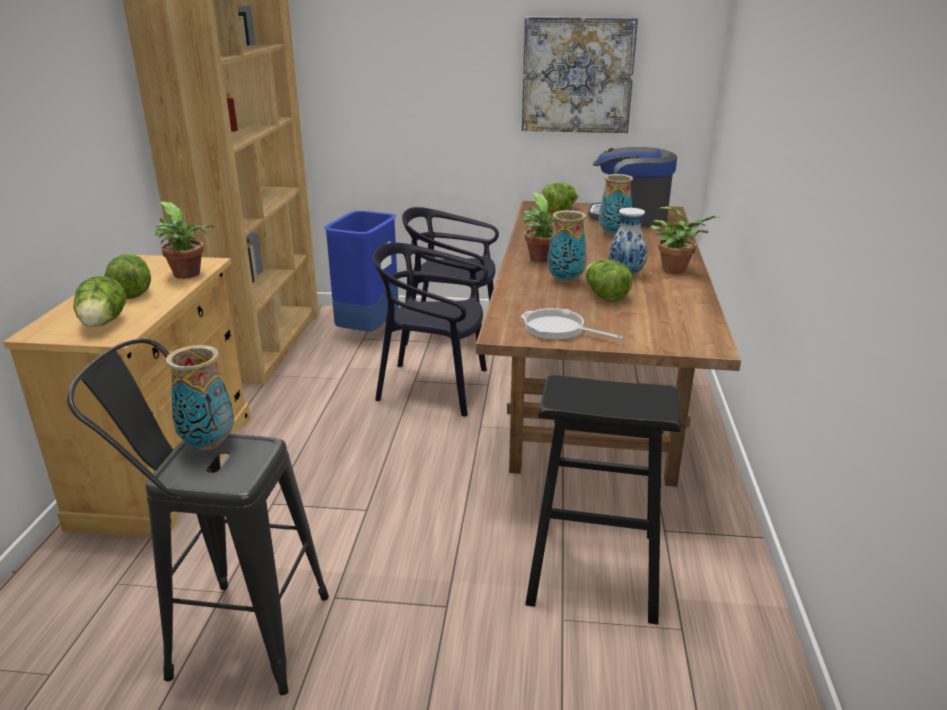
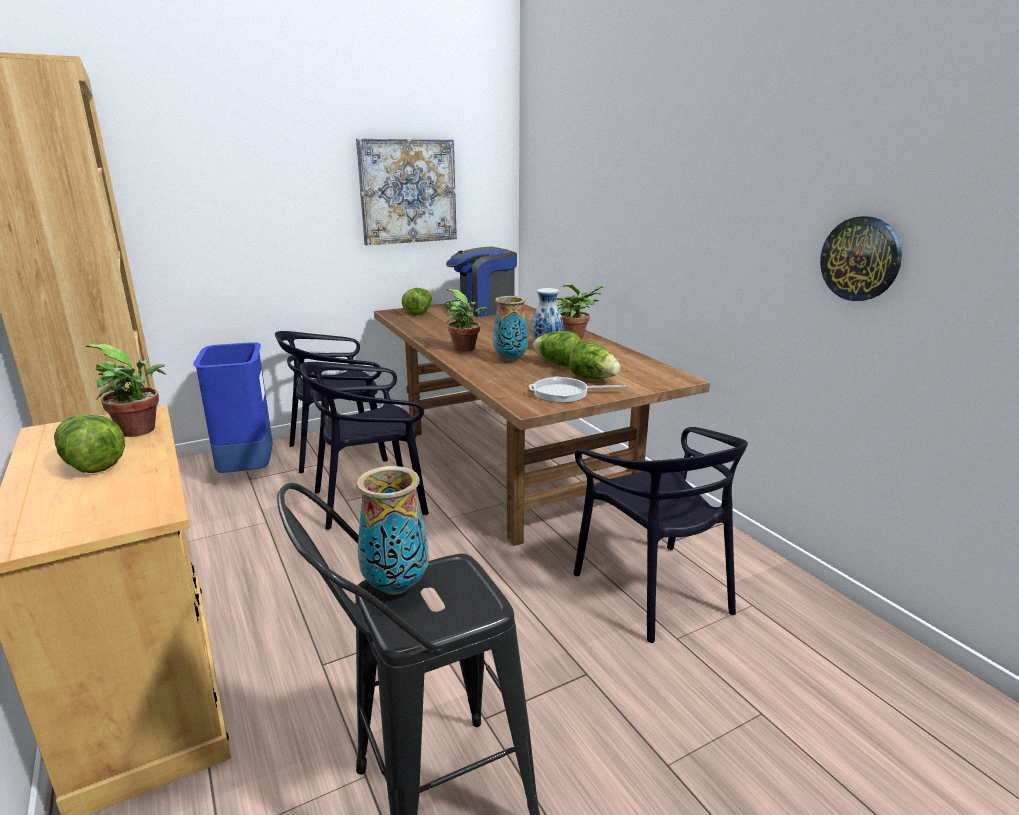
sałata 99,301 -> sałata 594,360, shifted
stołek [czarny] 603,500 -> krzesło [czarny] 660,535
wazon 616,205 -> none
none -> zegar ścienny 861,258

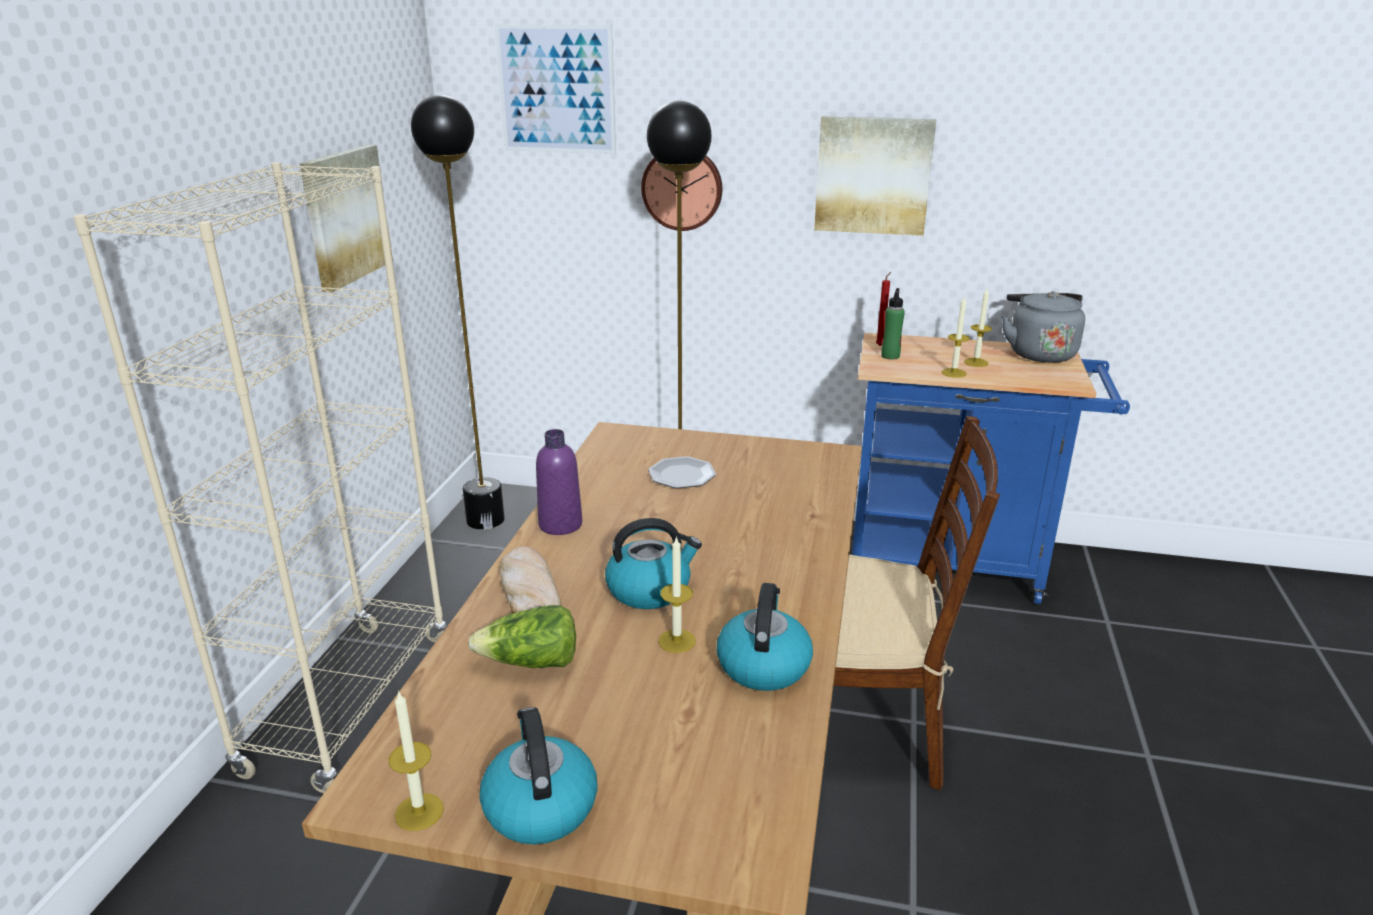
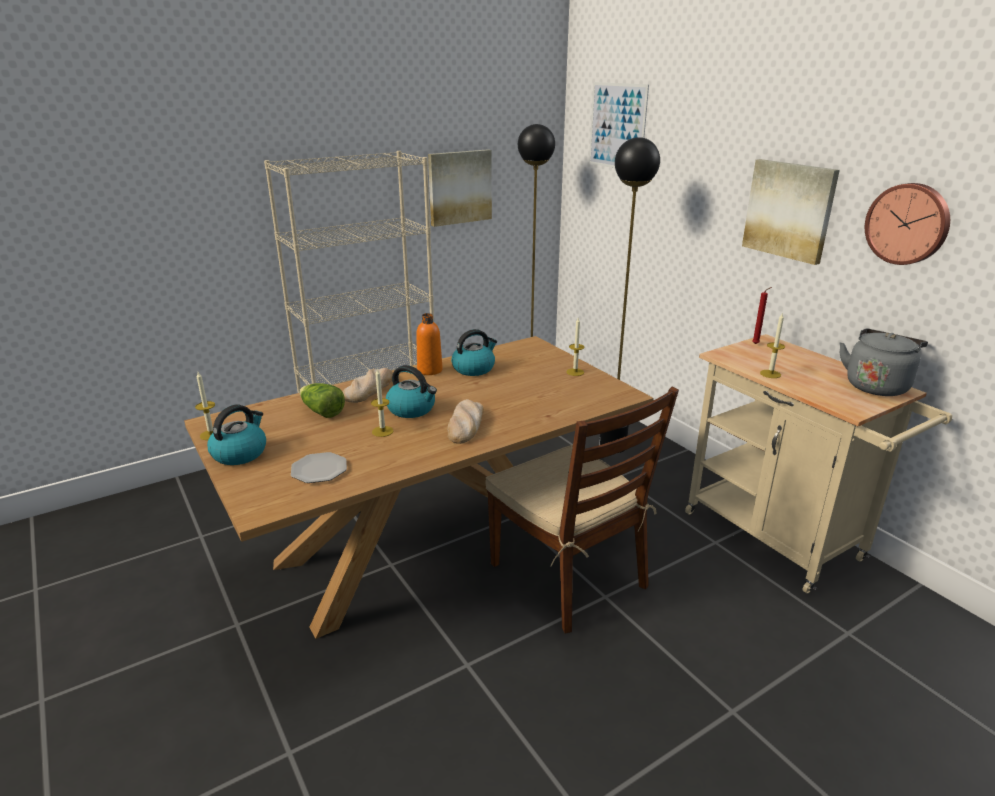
butelka [fioletowy] 559,482 -> butelka [pomarańczowy] 429,344
zegar ścienny 681,193 -> zegar ścienny 907,224, shifted
talerz 682,472 -> talerz 319,467, shifted
czajnik 765,637 -> czajnik 474,352, shifted
wózek [niebieski] 991,468 -> wózek [beżowy] 818,464
butelka [zielony] 893,324 -> none
świeca 978,328 -> świeca 575,347, shifted
none -> chleb 465,421

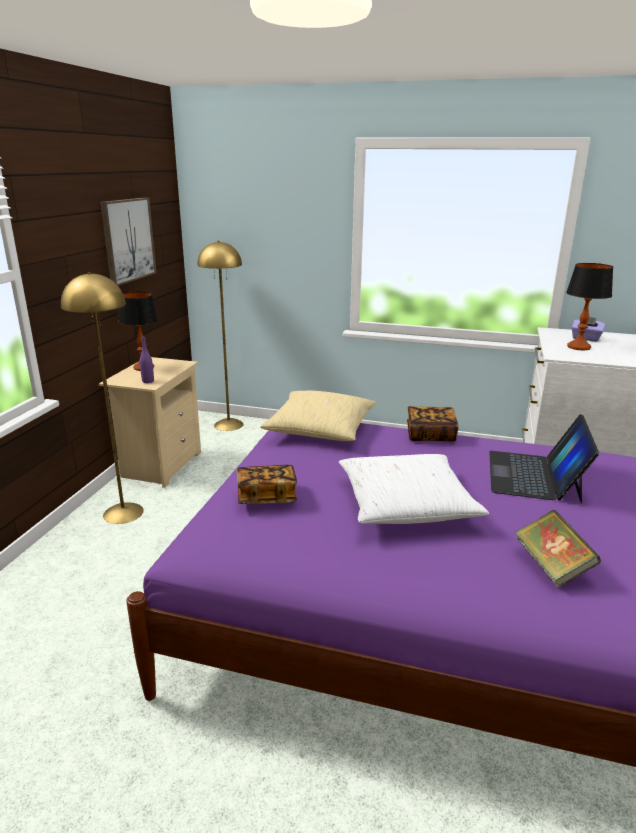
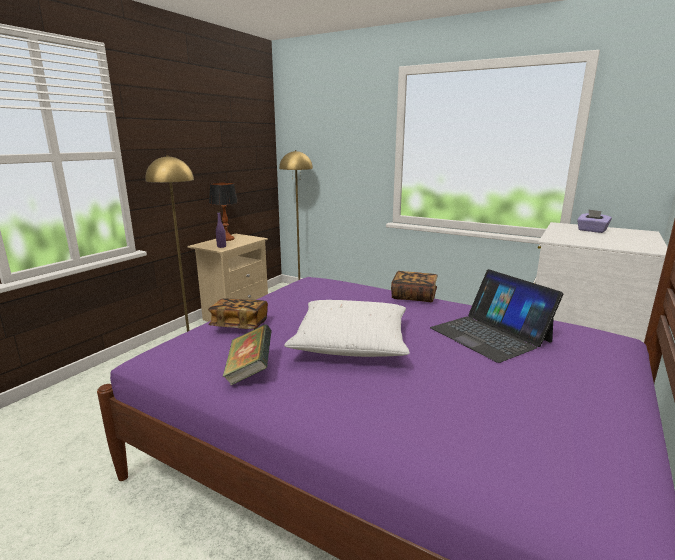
obraz 128,241 -> none
poduszka [beżowy] 318,416 -> none
laptop 544,458 -> laptop 496,316, 60 degrees counterclockwise
książka 558,549 -> książka 247,355, shifted
lampa stołowa 589,306 -> none

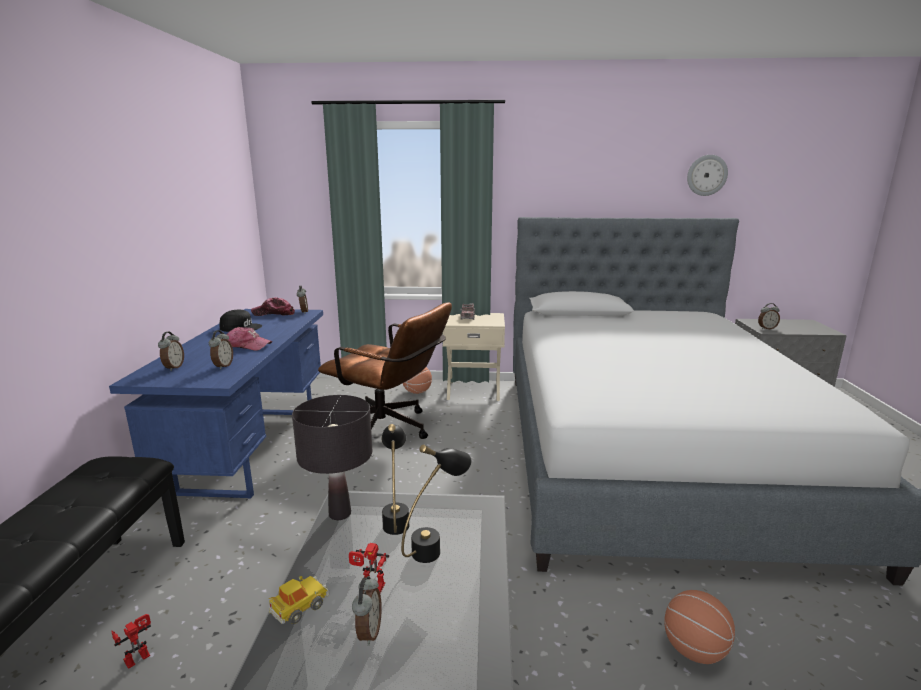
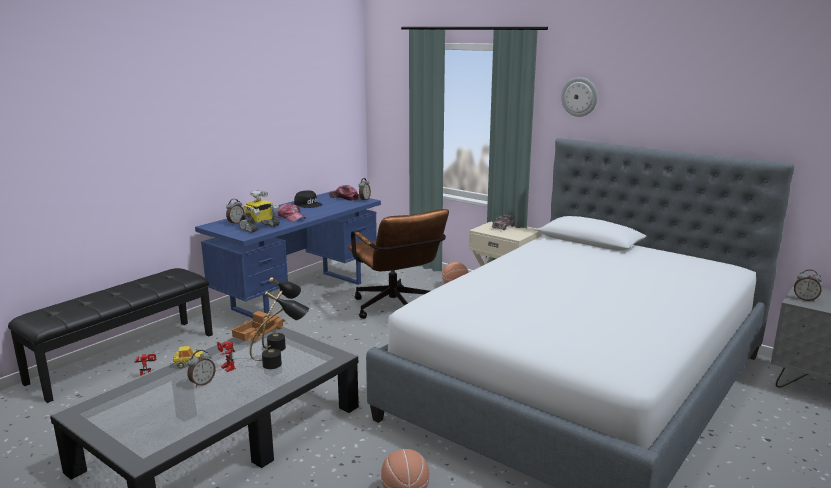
budzik 221,350 -> robot zabawkowy 259,211
lampa stołowa [czarny] 332,457 -> ciężarówka zabawkowa 258,326
zegar ścienny 707,175 -> zegar ścienny 579,97, shifted

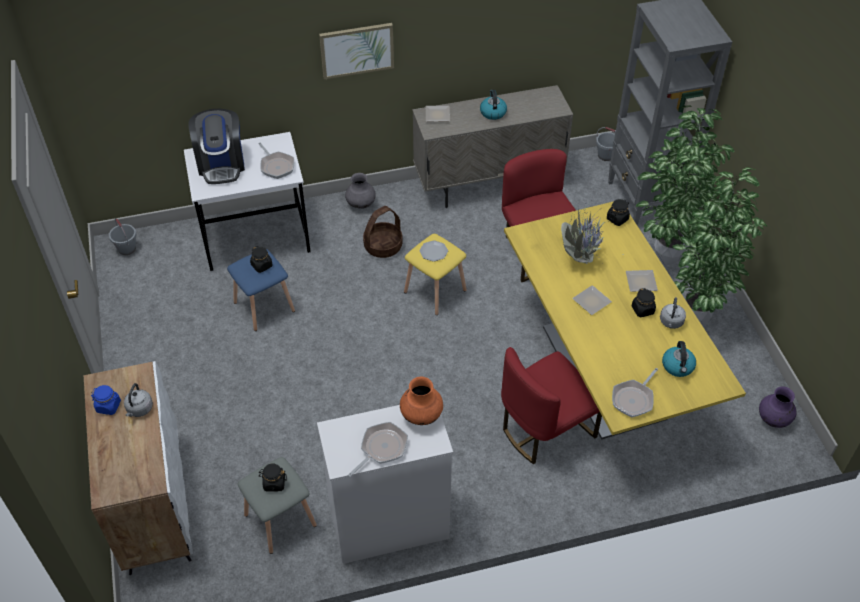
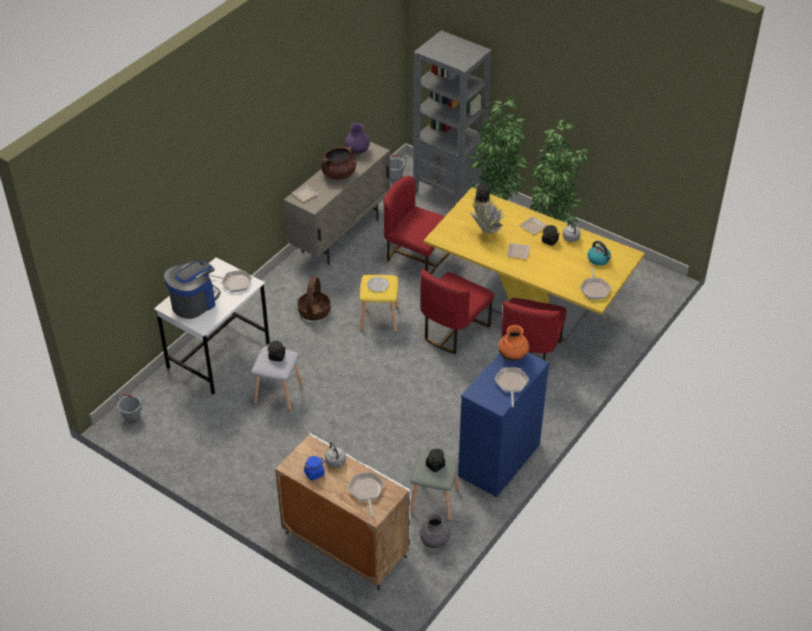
ekspres do kawy 216,146 -> ekspres do kawy 192,289, 90 degrees counterclockwise
stołek [niebieski] 261,290 -> stołek [szary] 277,378
komoda [biały] 385,484 -> komoda [niebieski] 503,425
obraz 356,51 -> none
wazon [szary] 360,191 -> wazon [szary] 434,530, shifted
czajnik 493,105 -> garnek [brązowy] 338,163
wazon [fioletowy] 777,407 -> wazon [fioletowy] 357,138, shifted
none -> patelnia 366,494
none -> krzesło [czerwony] 457,311

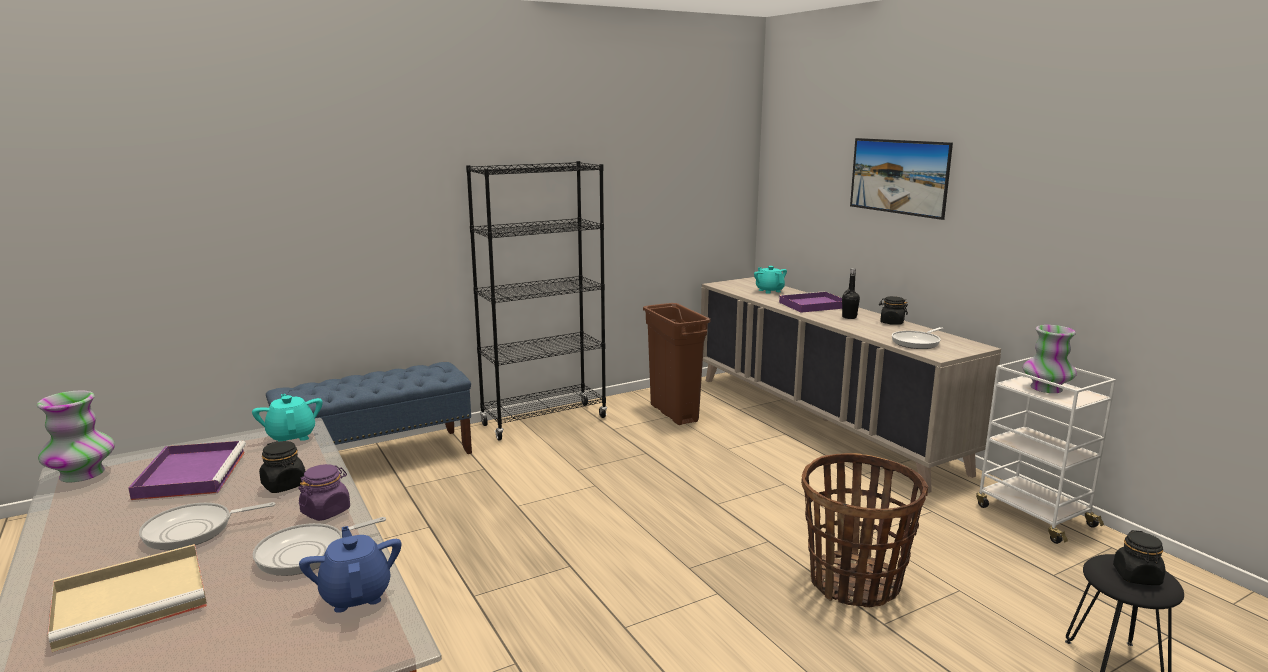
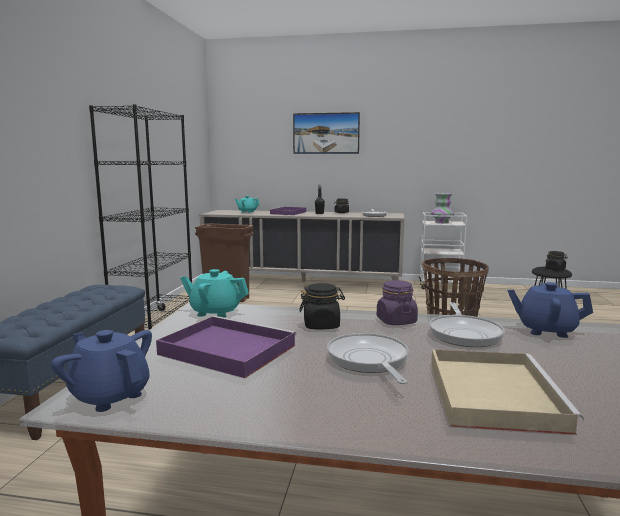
wazon 76,437 -> imbryk [niebieski] 101,371
patelnia 207,526 -> patelnia 368,358, 150 degrees clockwise

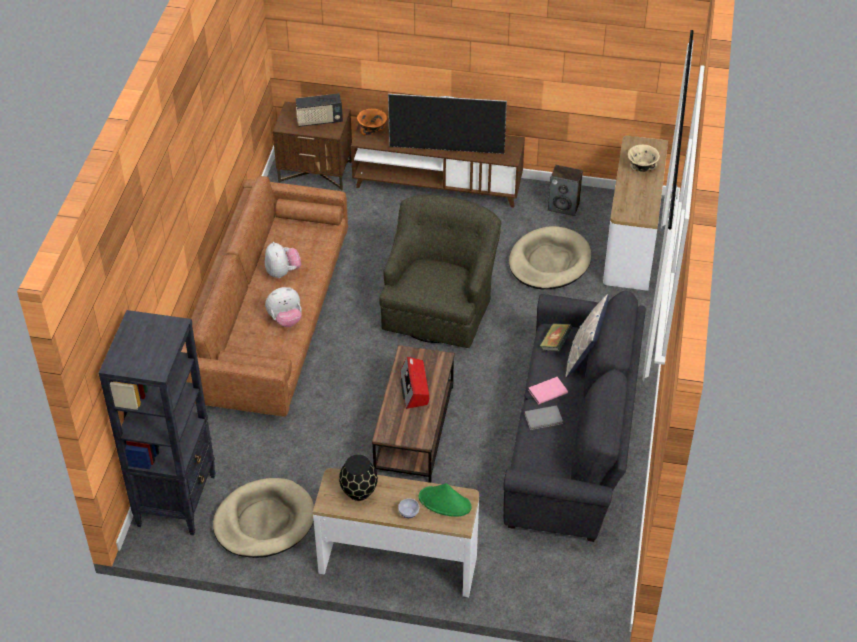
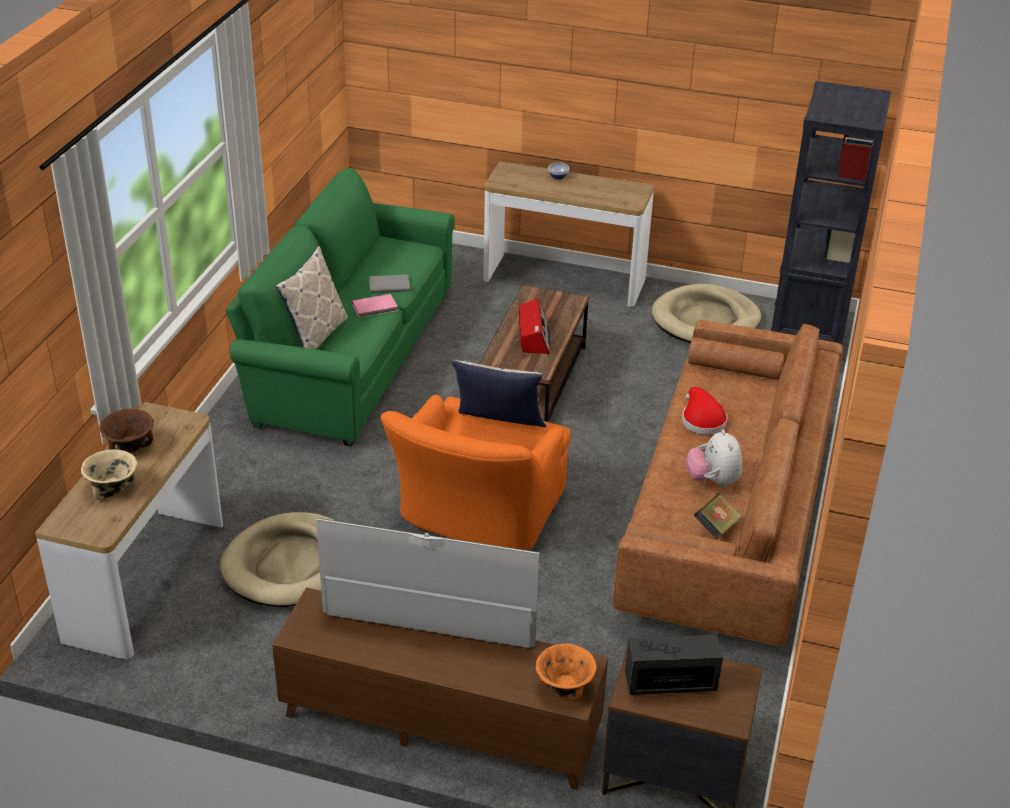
pluszak 283,307 -> kapelusz [czerwony] 704,411
wazon [czarny] 358,478 -> none
fotel [zielony] 440,271 -> fotel [pomarańczowy] 476,472
kapelusz [zielony] 445,499 -> none
kanapa [szary] 574,416 -> kanapa [zielony] 340,307
książka 556,337 -> książka 718,516, shifted
głośnik 565,190 -> none
none -> miska [brązowy] 126,431
none -> poduszka 499,393

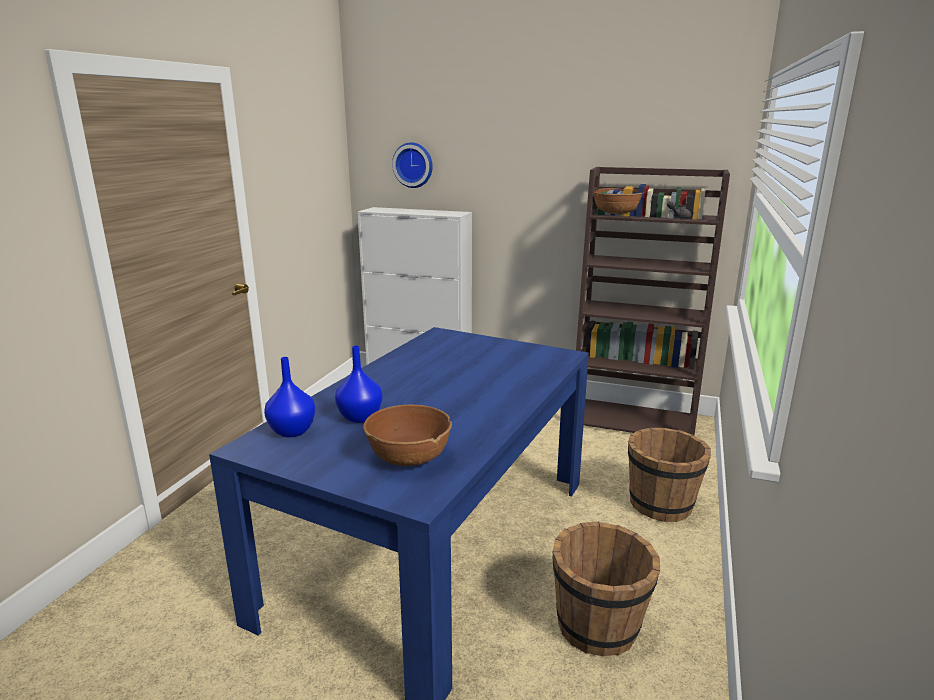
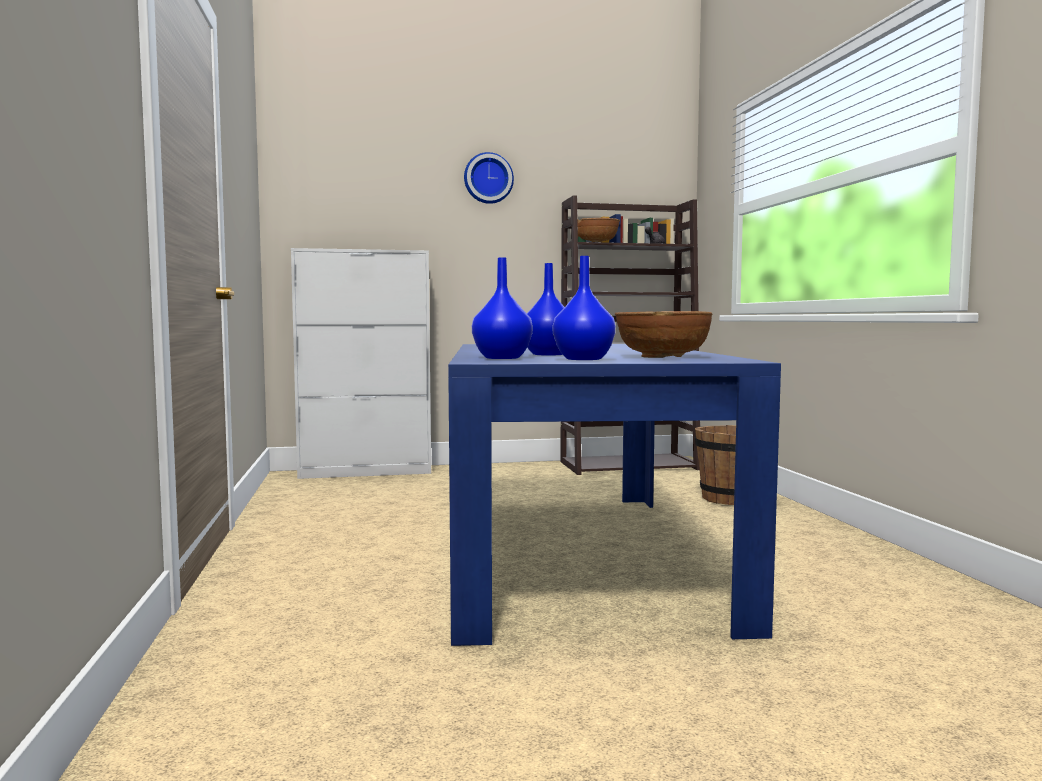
zegar ścienny 412,165 -> zegar ścienny 489,178, shifted
wiadro [brązowy] 606,589 -> none
none -> wazon [niebieski] 584,308

